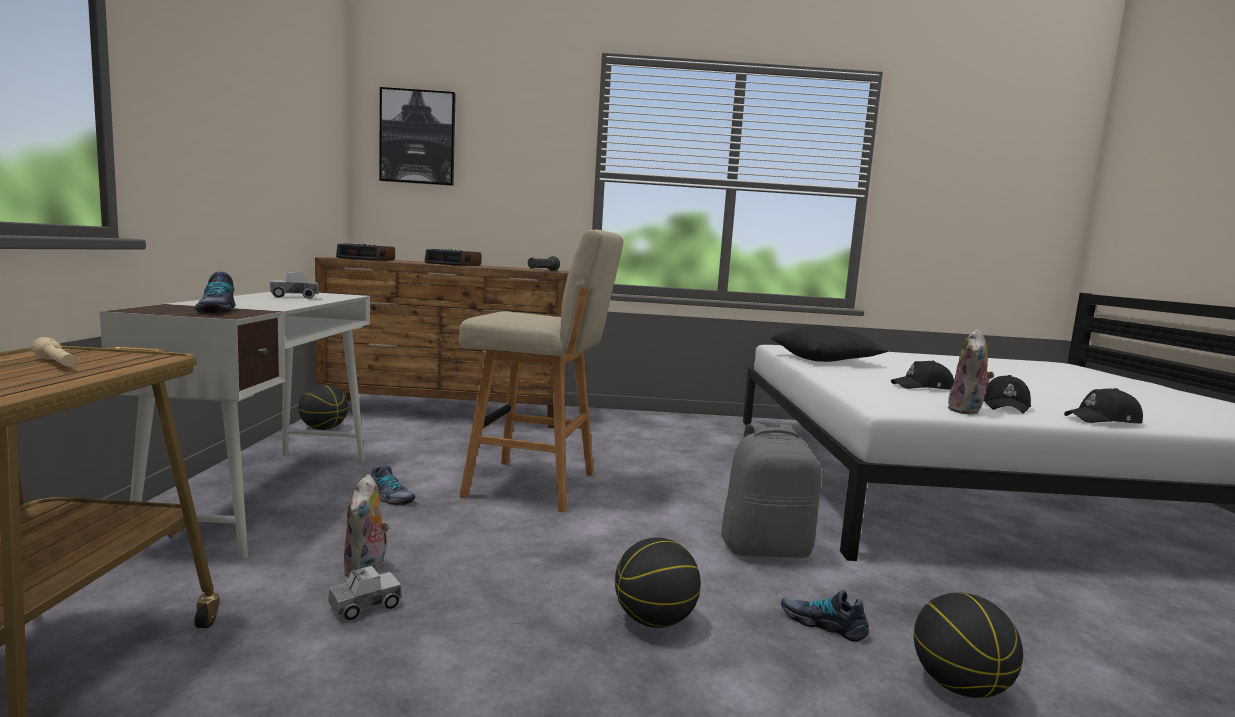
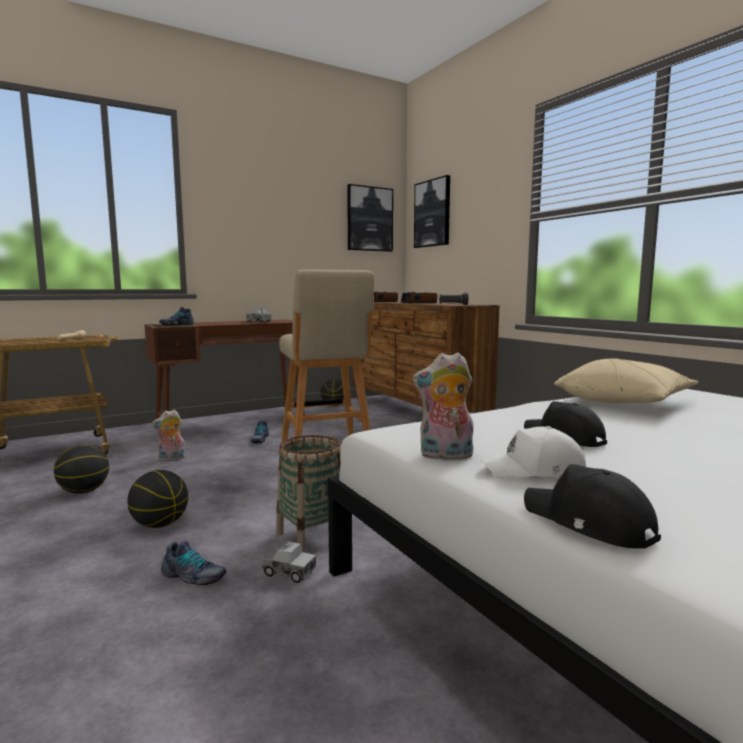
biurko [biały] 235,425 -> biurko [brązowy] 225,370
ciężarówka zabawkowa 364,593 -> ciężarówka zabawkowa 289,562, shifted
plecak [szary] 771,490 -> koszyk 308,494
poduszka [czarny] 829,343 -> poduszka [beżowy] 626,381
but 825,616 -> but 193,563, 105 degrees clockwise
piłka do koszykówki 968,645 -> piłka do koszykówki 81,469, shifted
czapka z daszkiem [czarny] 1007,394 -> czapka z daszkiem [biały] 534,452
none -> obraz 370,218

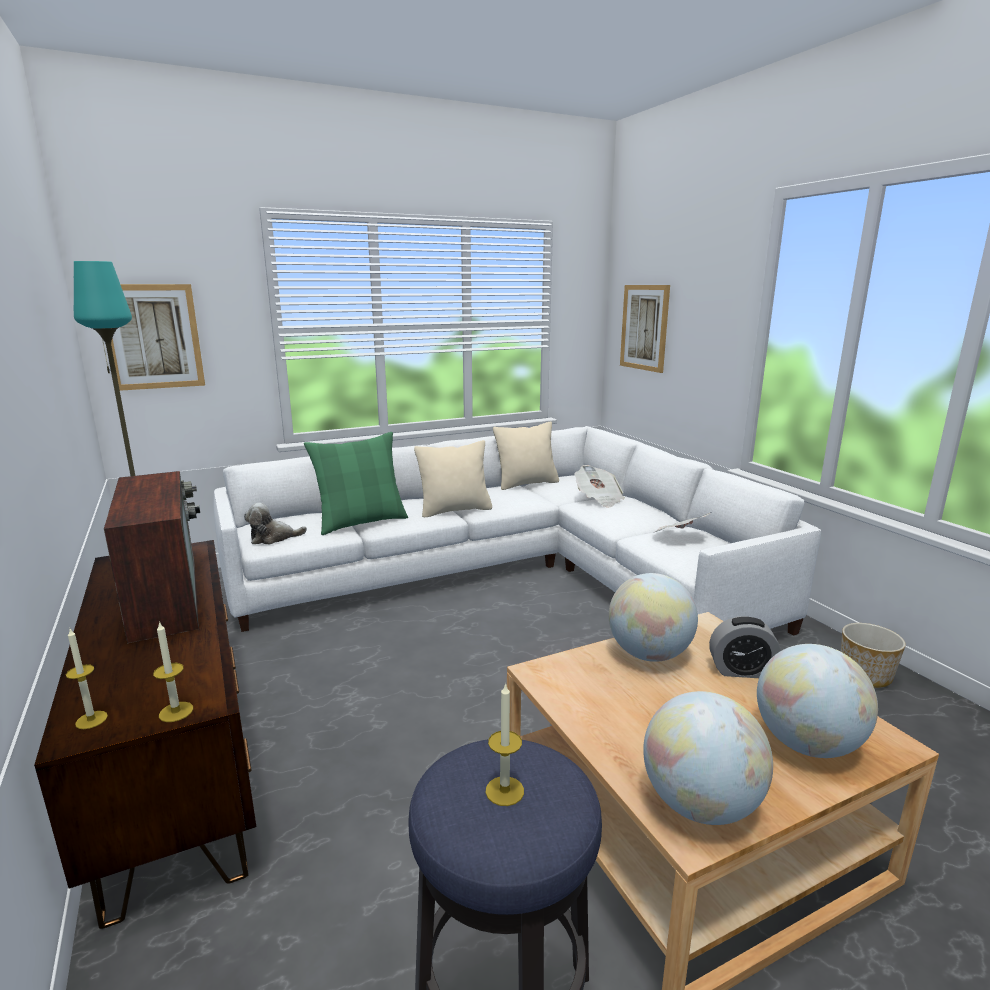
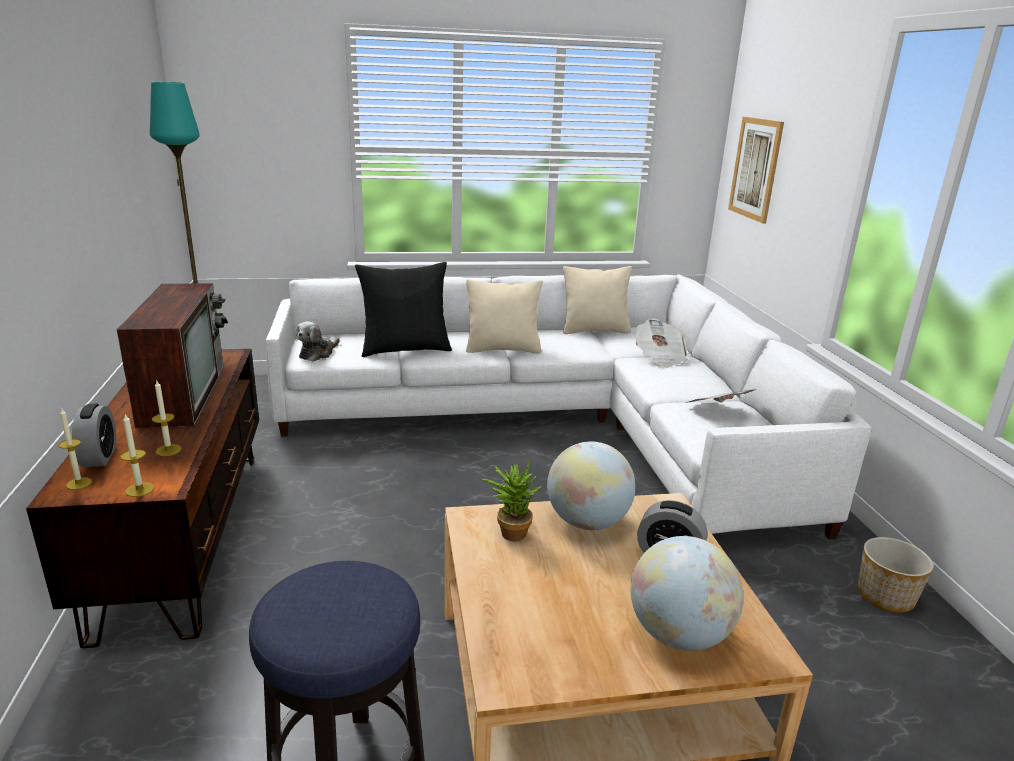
obraz 158,337 -> none
pluszak 275,523 -> pluszak 318,341, 60 degrees counterclockwise
poduszka [zielony] 356,483 -> poduszka [czarny] 403,309
świeca 505,744 -> świeca 166,418, shifted
globus 708,758 -> none
none -> budzik 94,435
none -> roślina doniczkowa 512,500

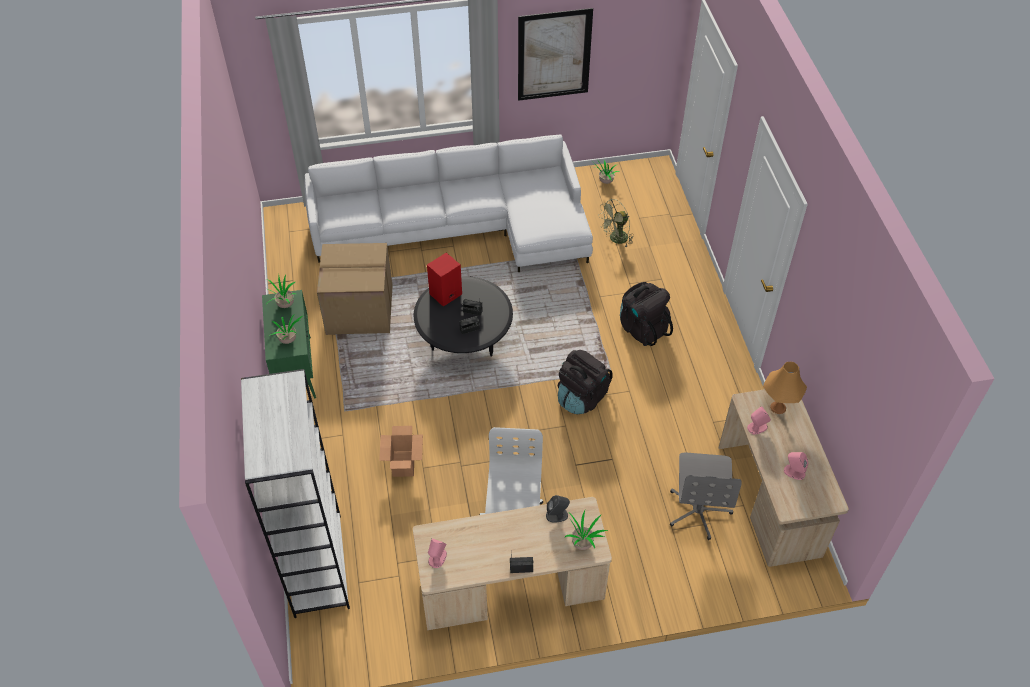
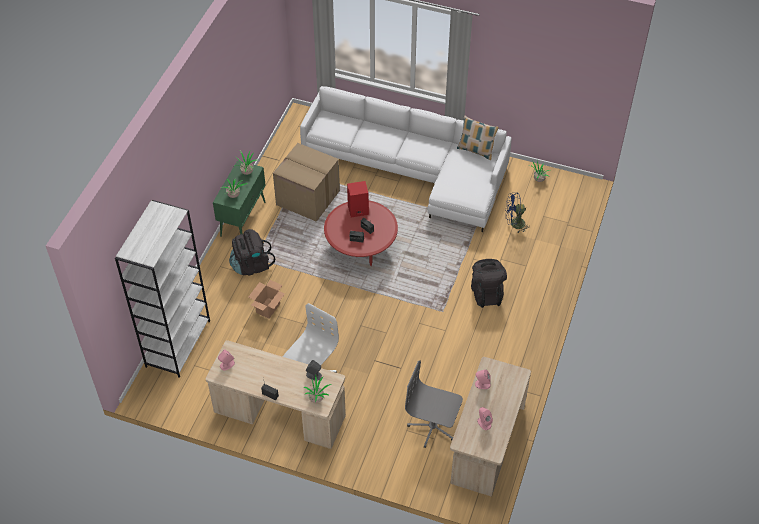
ława [czarny] 463,316 -> ława [czerwony] 361,233
obraz 555,54 -> none
plecak [czarny] 585,382 -> plecak [czarny] 252,252, shifted
wentylator [zielony] 616,223 -> wentylator [niebieski] 517,212
krzesło biurowe [szary] 706,496 -> krzesło biurowe [szary] 434,404, 75 degrees clockwise
lampa stołowa [pomarańczowy] 785,388 -> none
none -> poduszka 478,137

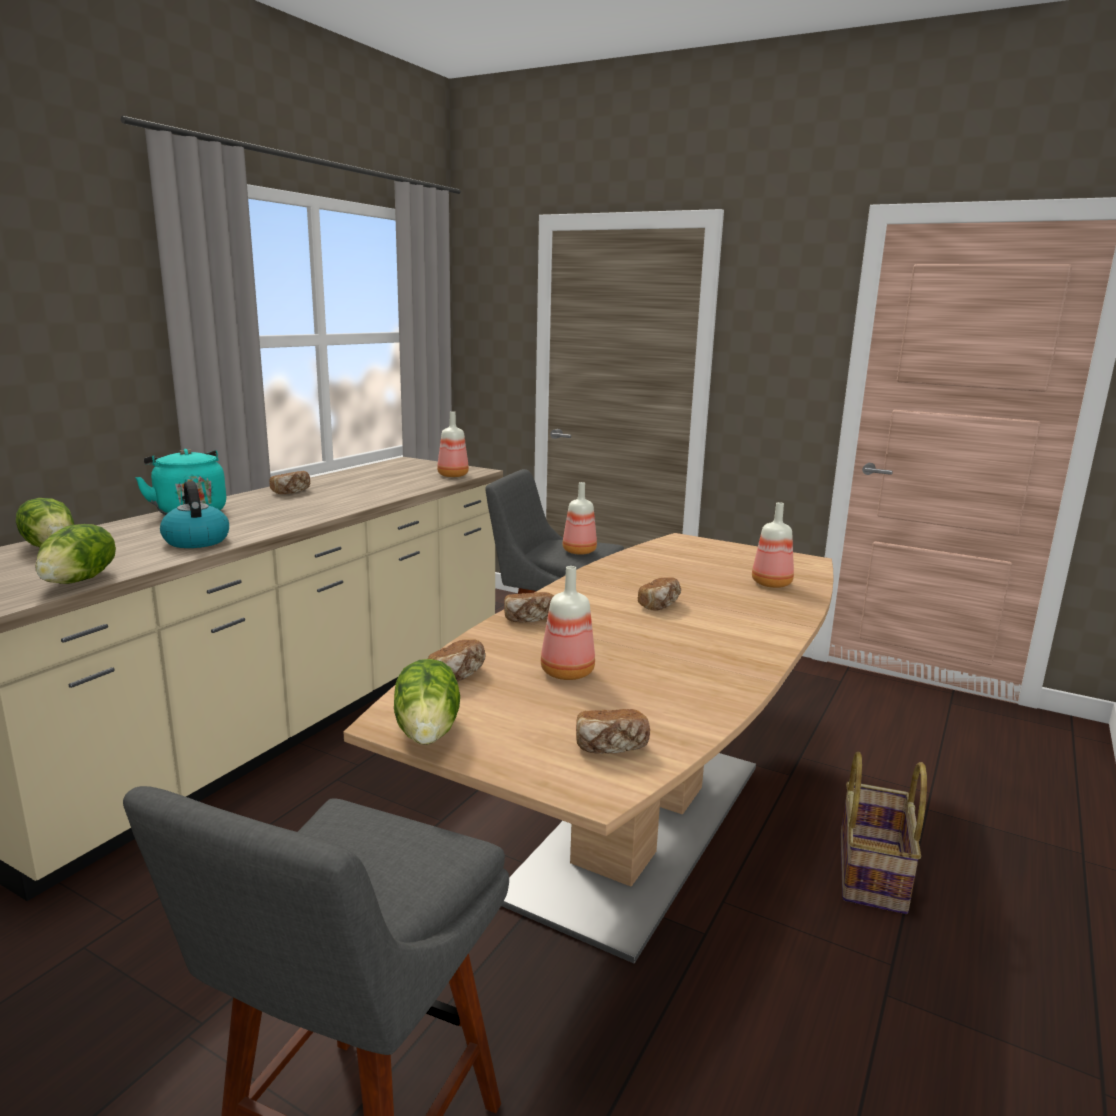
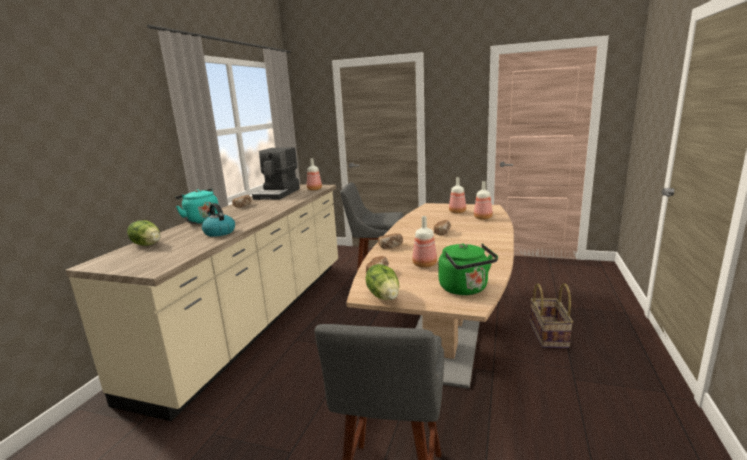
sałata 75,554 -> none
butelka 580,518 -> butelka 457,195, shifted
chleb 613,731 -> czajnik [zielony] 468,269
none -> ekspres do kawy 276,173

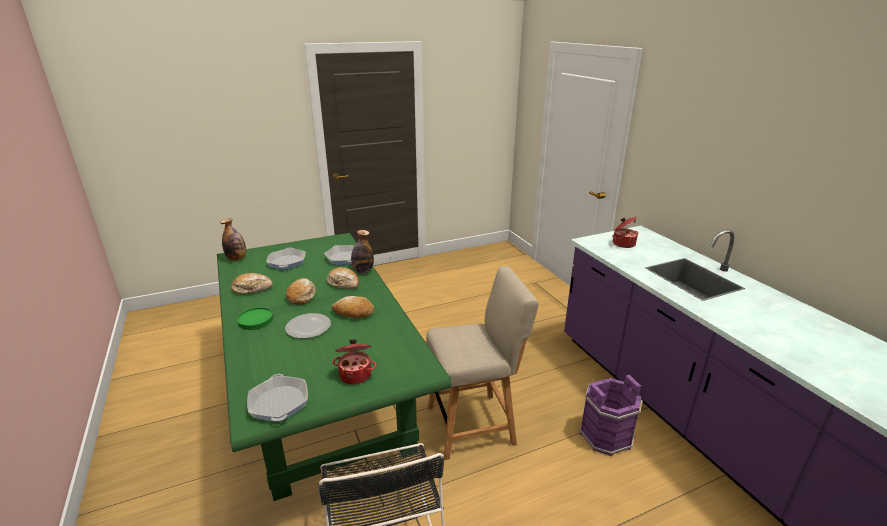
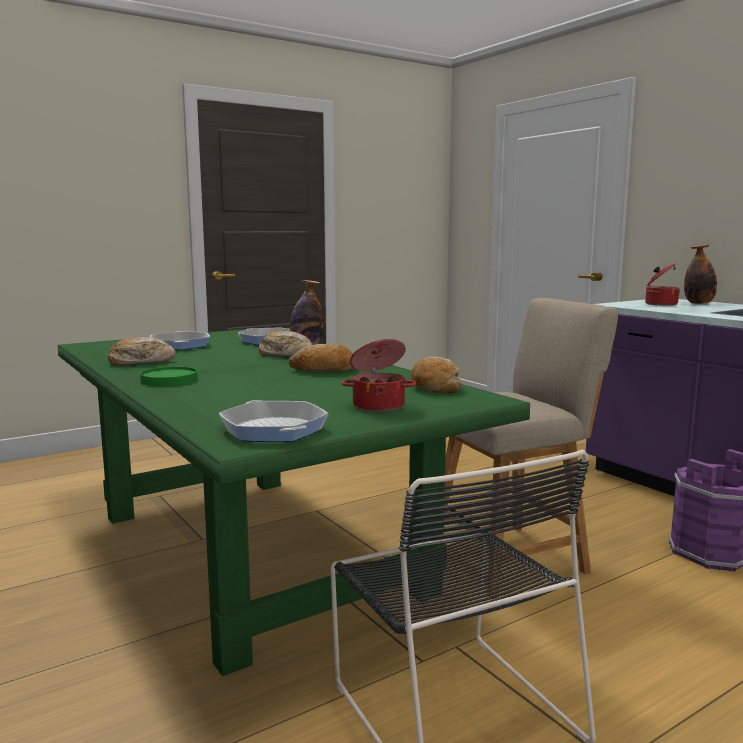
butelka 233,239 -> butelka 700,274, shifted
talerz 308,325 -> none
chleb 301,291 -> chleb 437,374, shifted

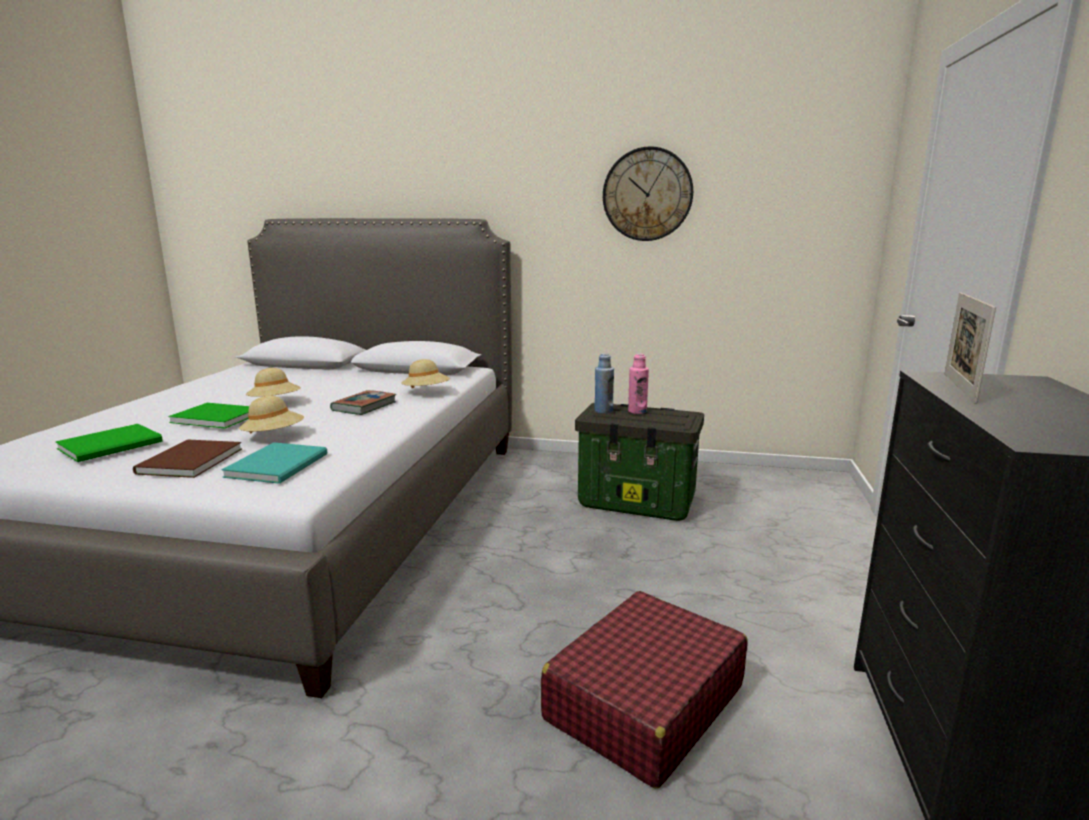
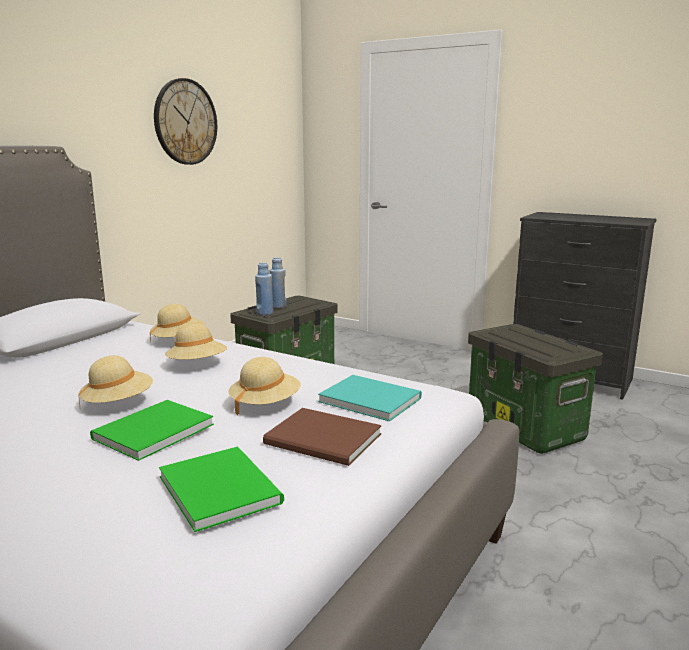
książka 363,402 -> kapelusz [beżowy] 196,342
walizka [czerwony] 644,690 -> pojemnik do przechowywania 535,389
butelka [różowy] 638,383 -> butelka [niebieski] 278,282
ramka na zdjęcie 970,348 -> none

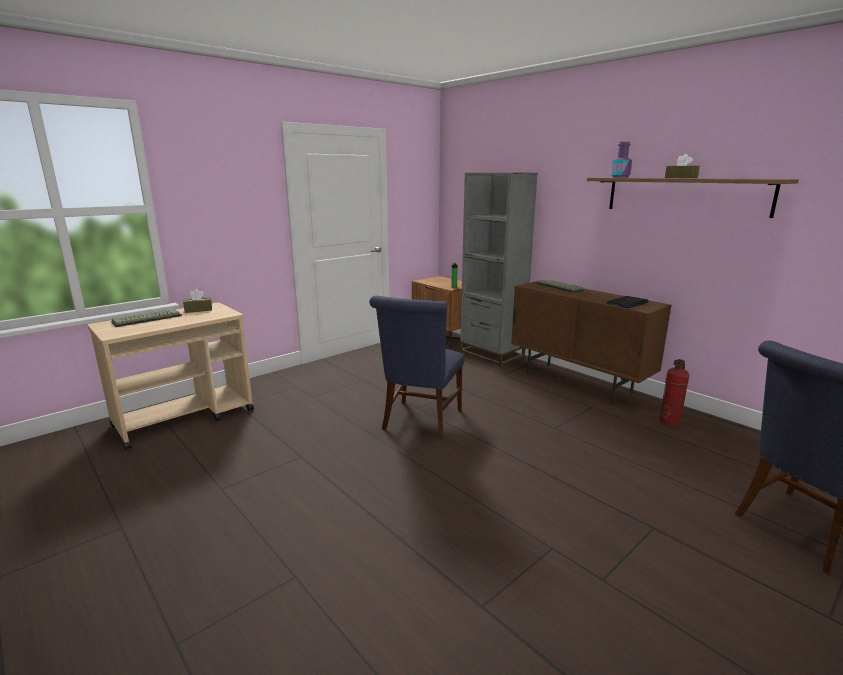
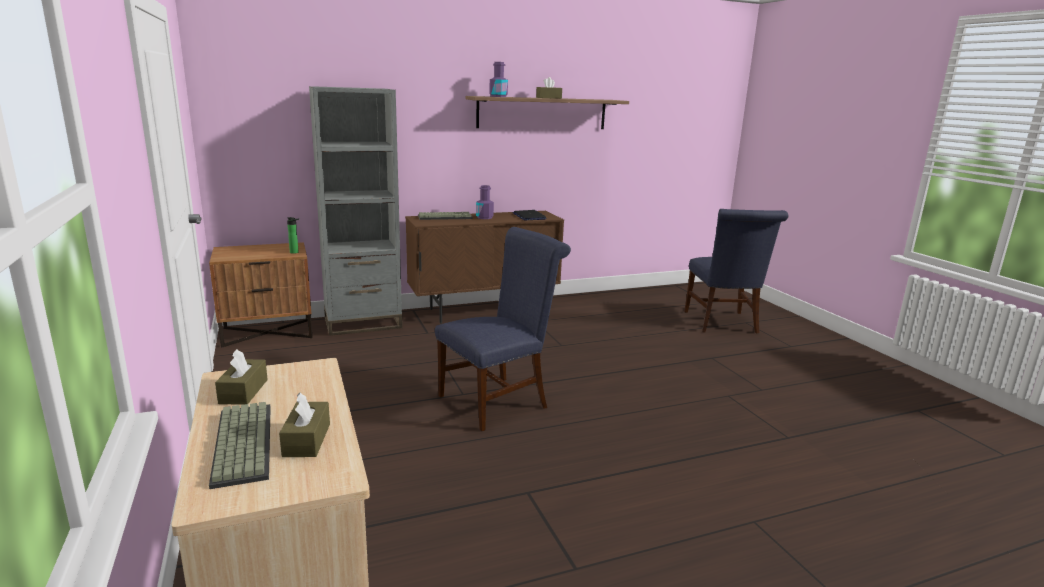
krzesło [niebieski] 416,367 -> krzesło [niebieski] 503,329, 75 degrees counterclockwise
gaśnica 674,392 -> none
none -> pudełko chusteczek [brązowy] 304,424
none -> butelka [fioletowy] 485,202

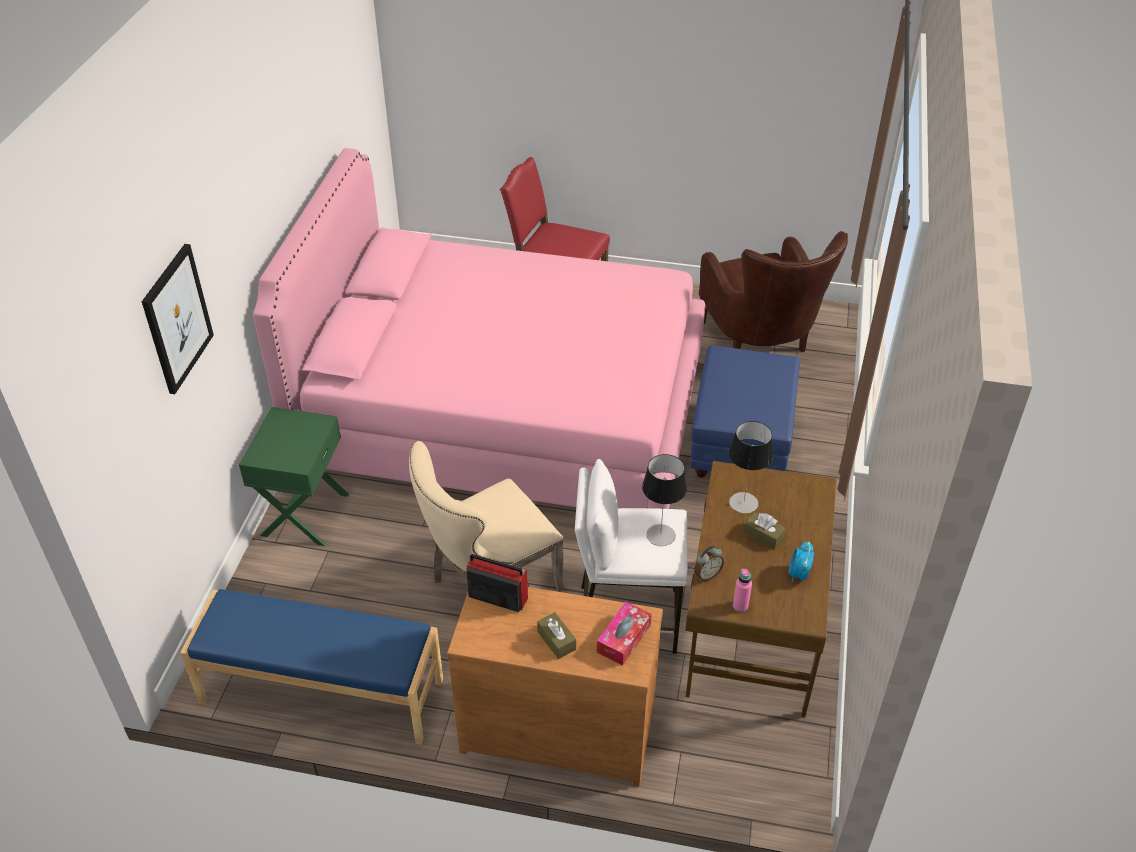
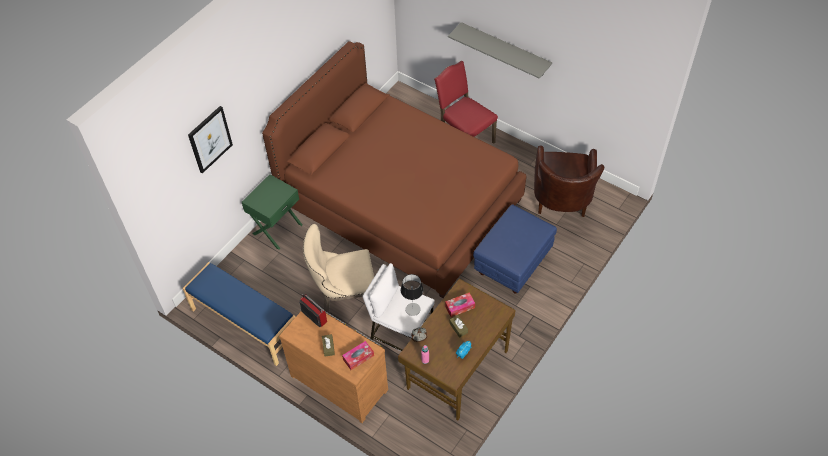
łóżko [różowy] 479,328 -> łóżko [brązowy] 394,169
lampa stołowa 751,467 -> pudełko chusteczek 460,305
none -> półka [szary] 500,50

